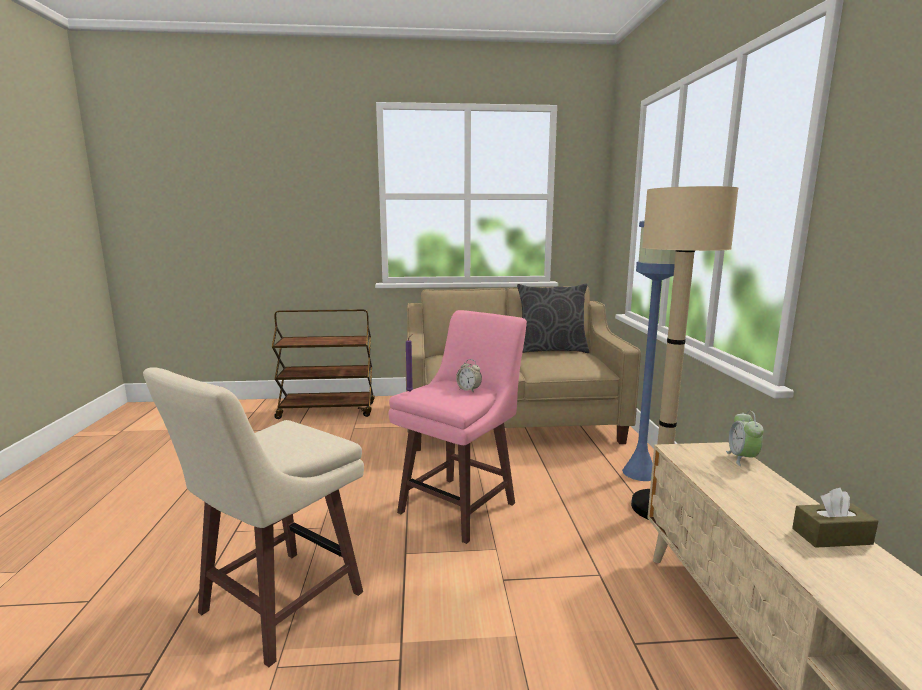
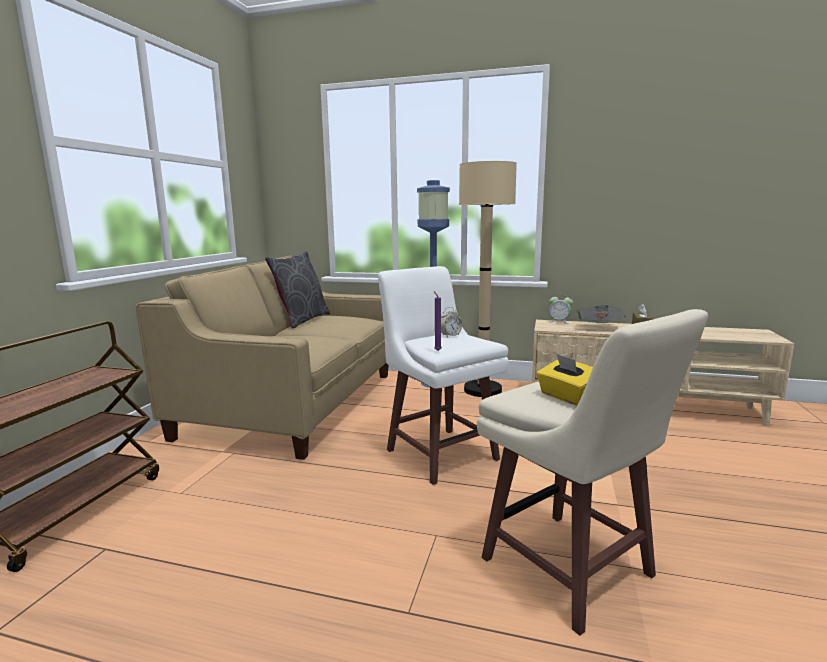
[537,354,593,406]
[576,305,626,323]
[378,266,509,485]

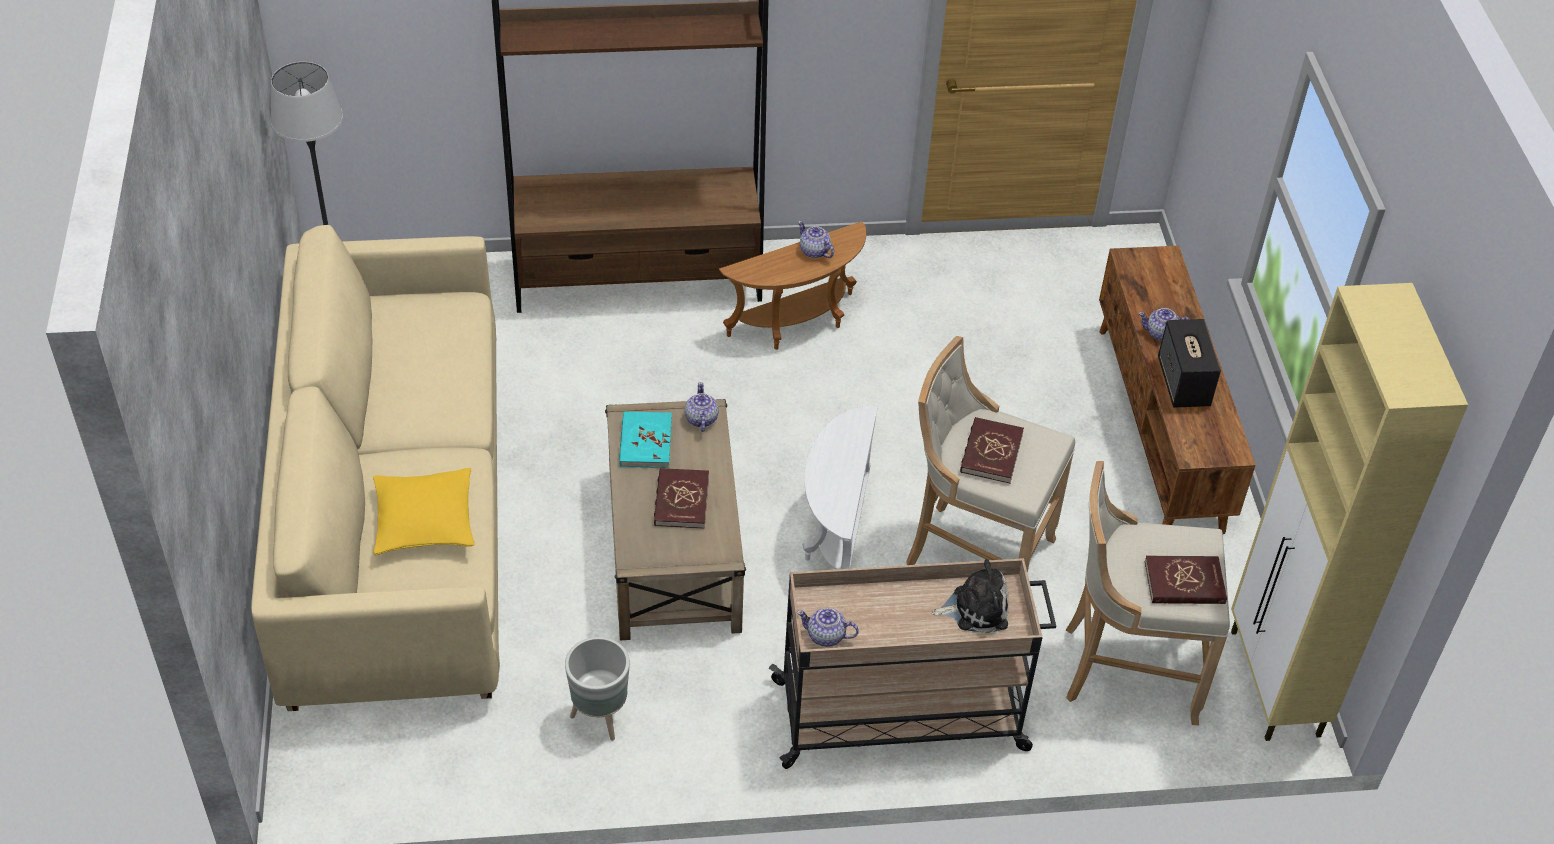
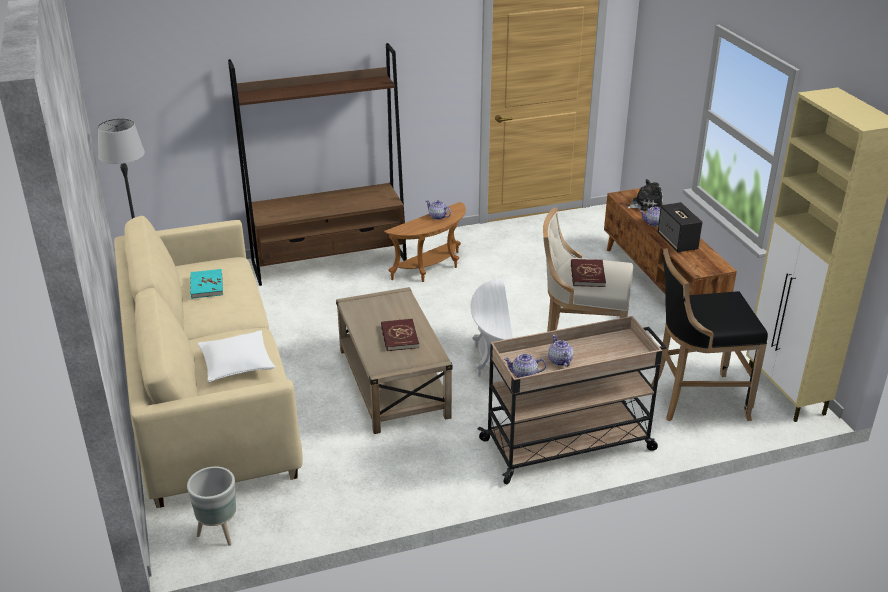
[1145,555,1227,604] (first image)
[187,466,236,546]
[190,269,223,298]
[548,335,574,367]
[627,179,663,211]
[197,330,275,382]
[651,248,768,421]

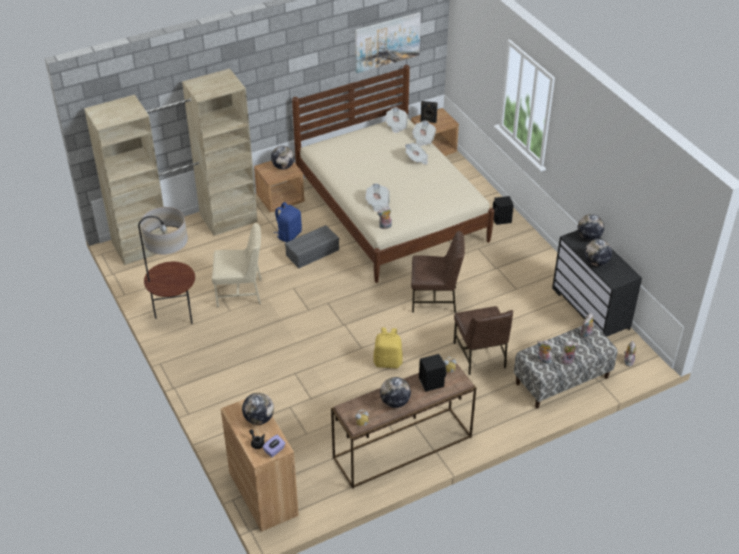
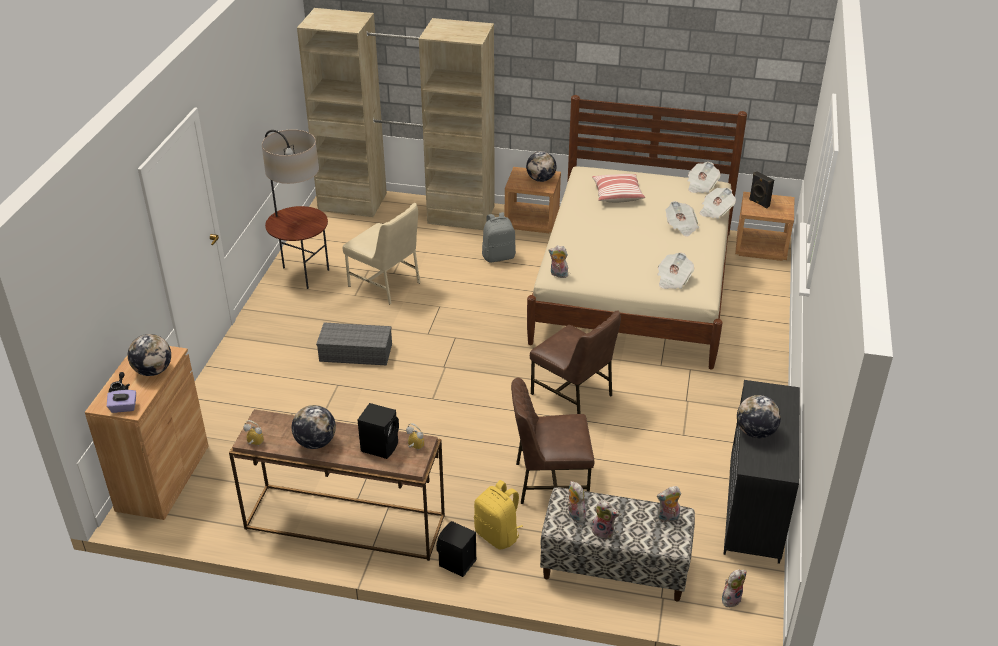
[355,12,421,73] (first image)
[578,214,604,241] (first image)
[592,174,645,203]
[316,323,392,366]
[657,252,694,289]
[474,480,523,549]
[436,521,476,577]
[482,212,516,263]
[511,377,594,504]

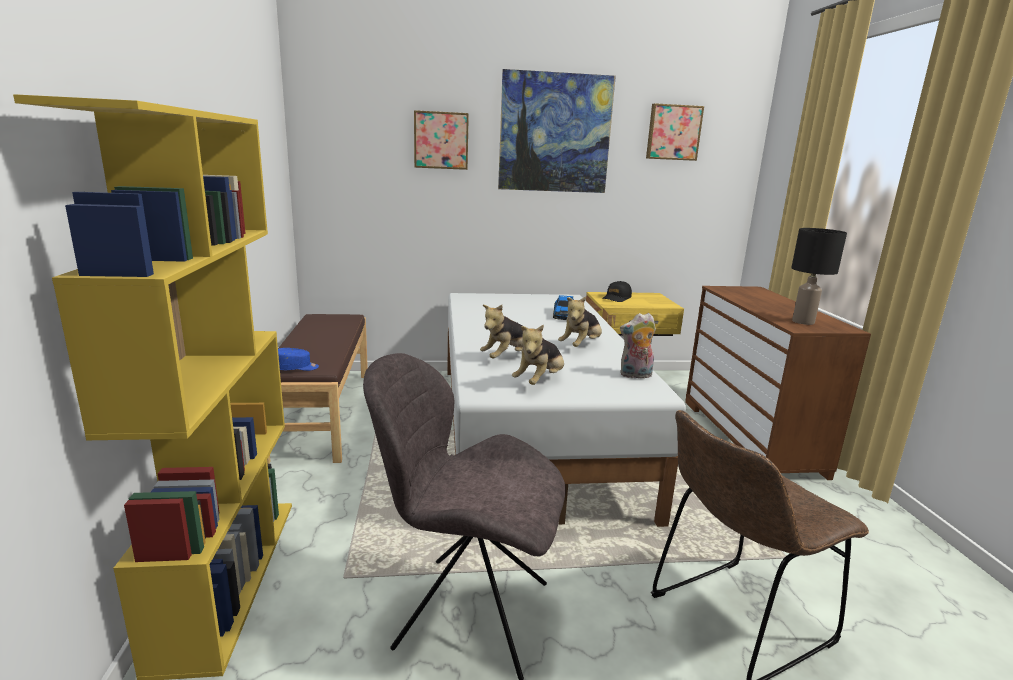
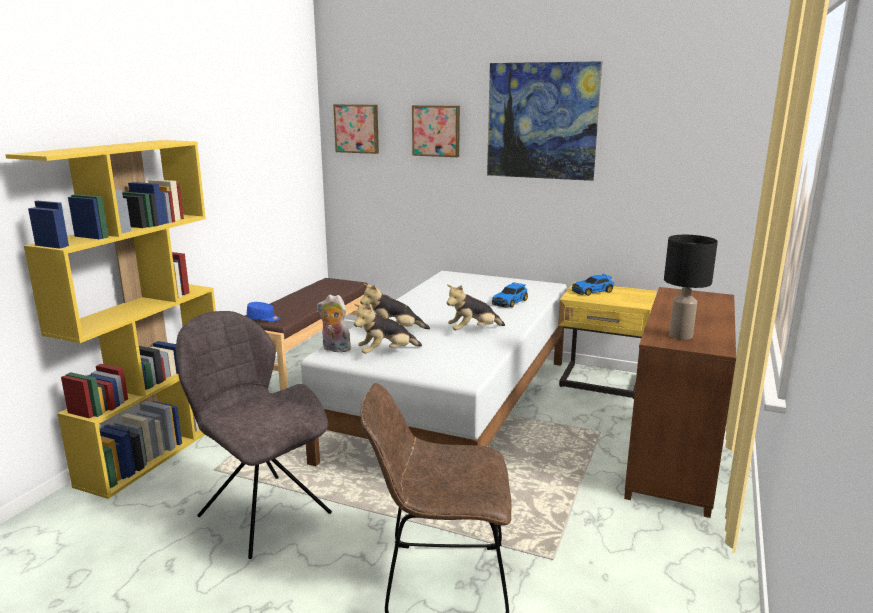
[317,294,351,352]
[333,104,379,154]
[572,274,614,296]

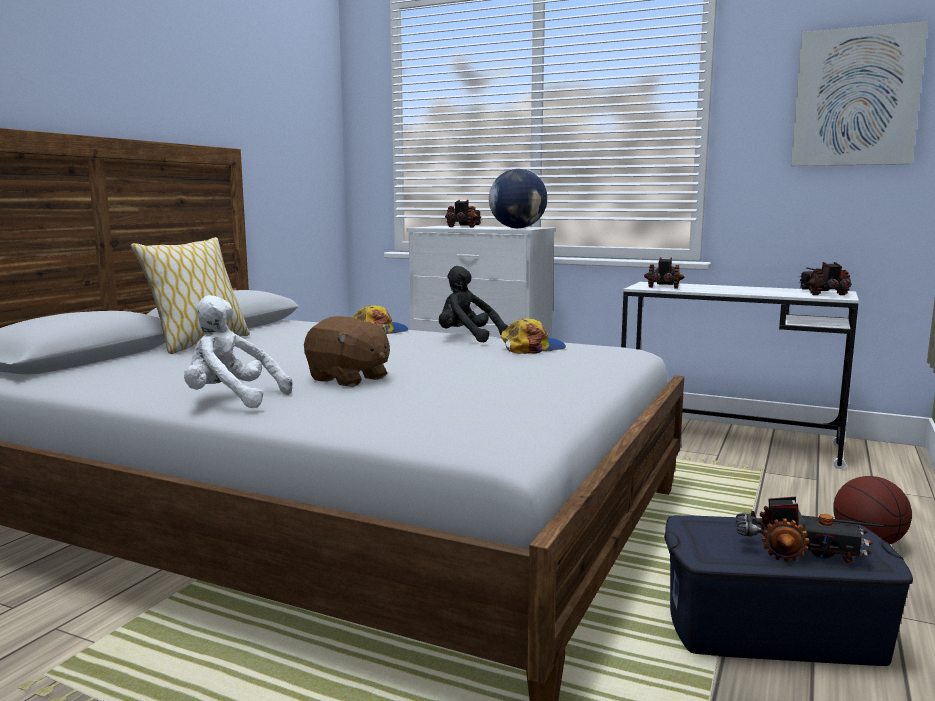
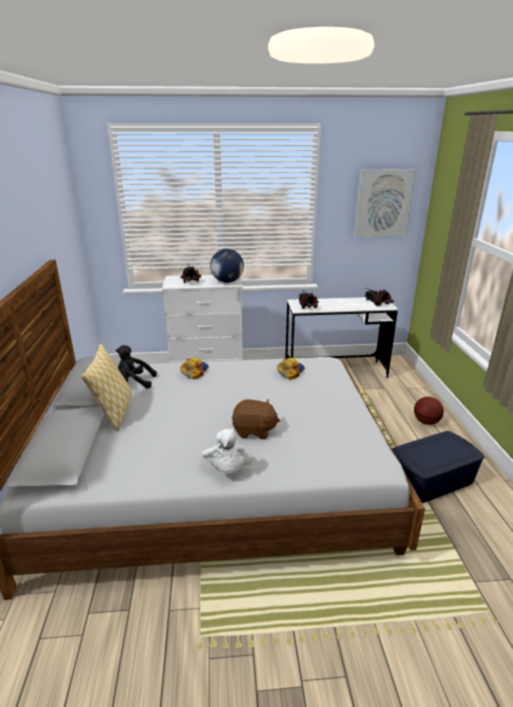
[736,497,884,564] (first image)
[116,345,157,389]
[202,429,254,474]

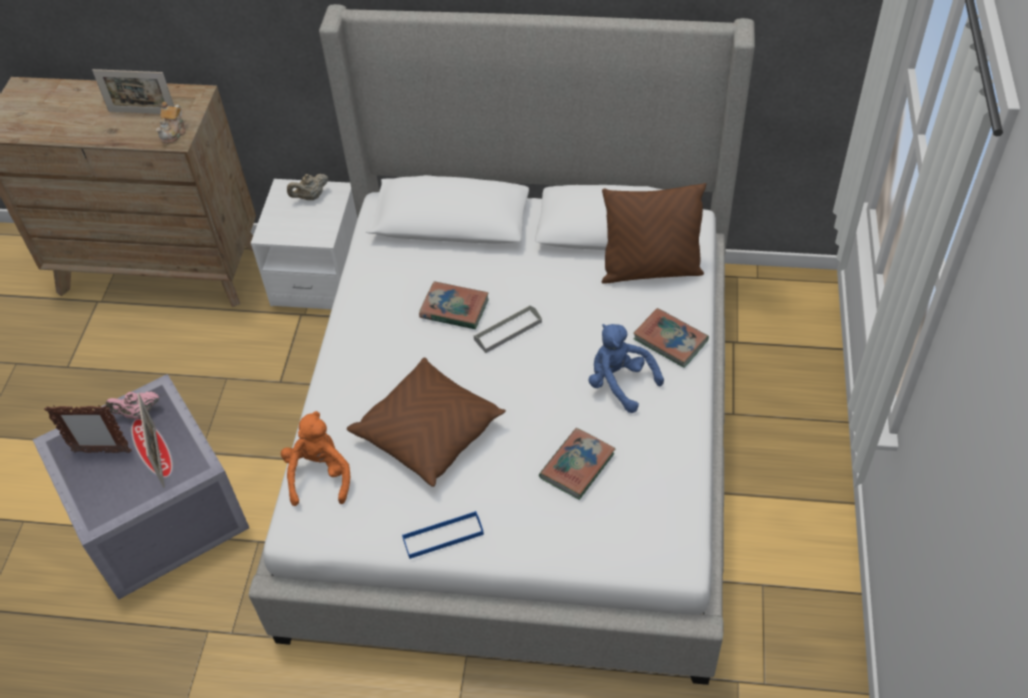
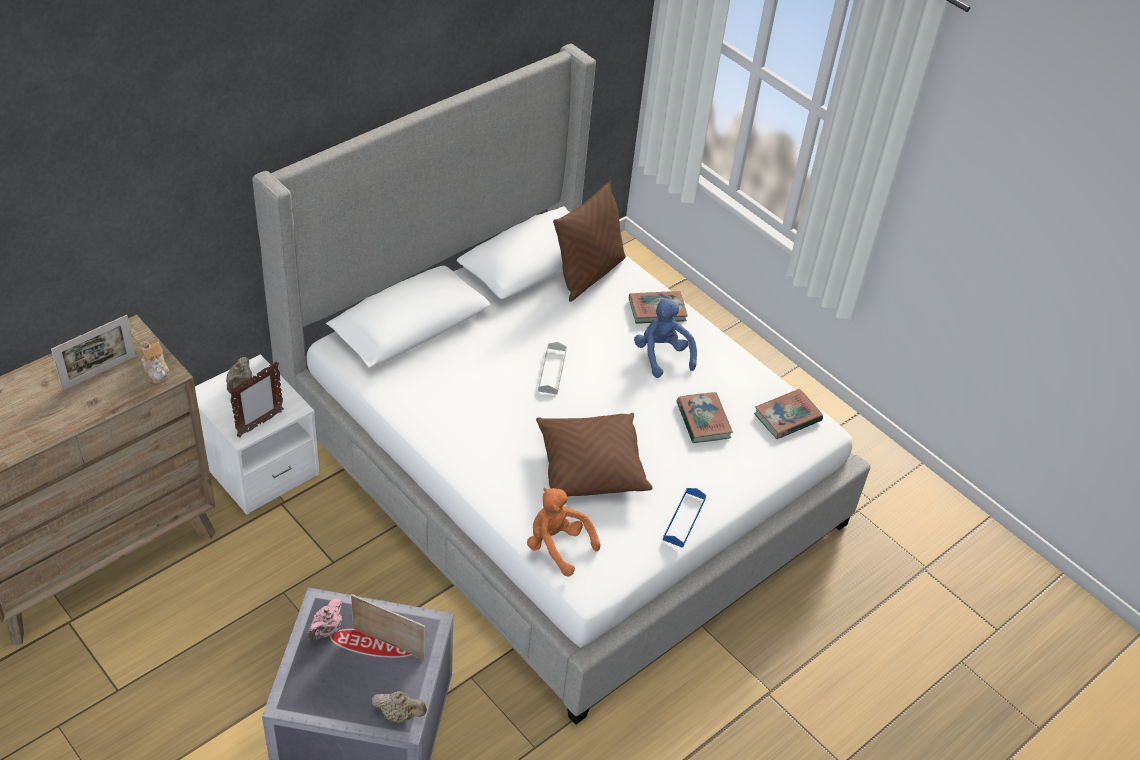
[372,691,427,723]
[229,362,284,437]
[754,389,823,439]
[634,298,697,378]

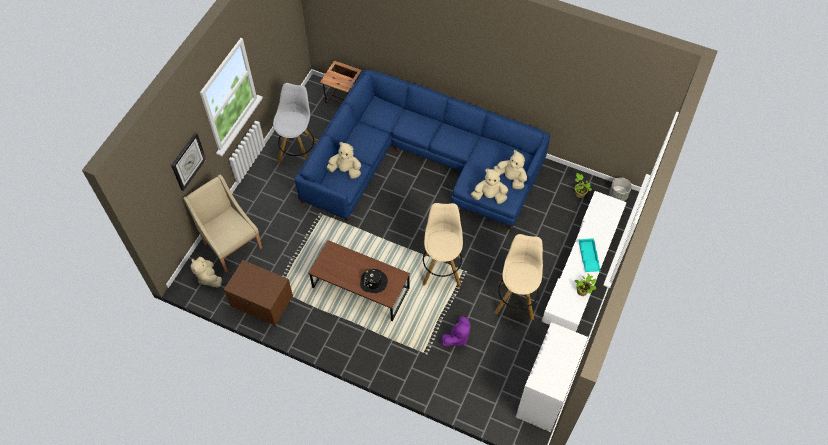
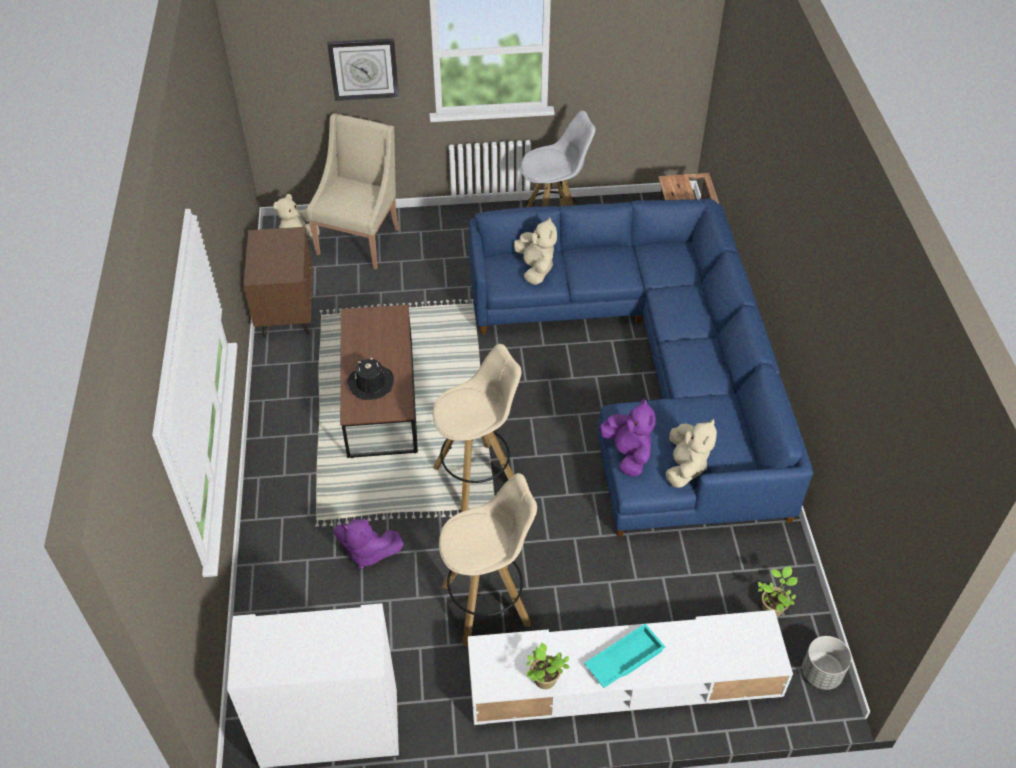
[600,398,656,477]

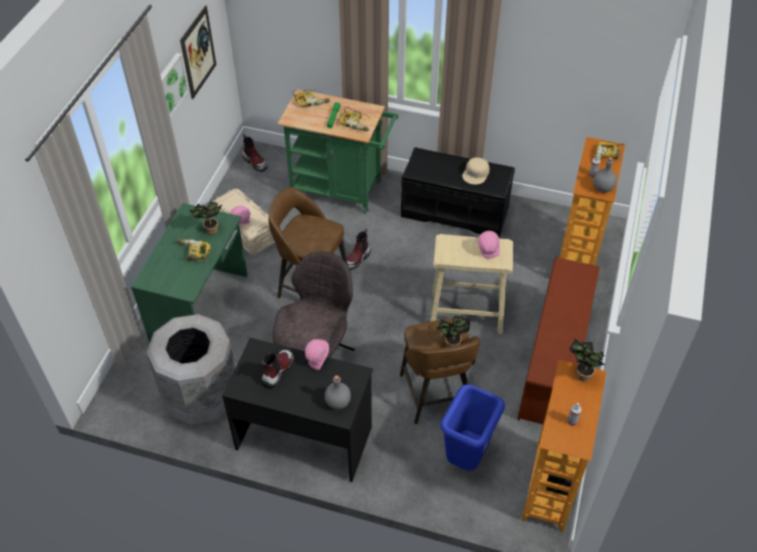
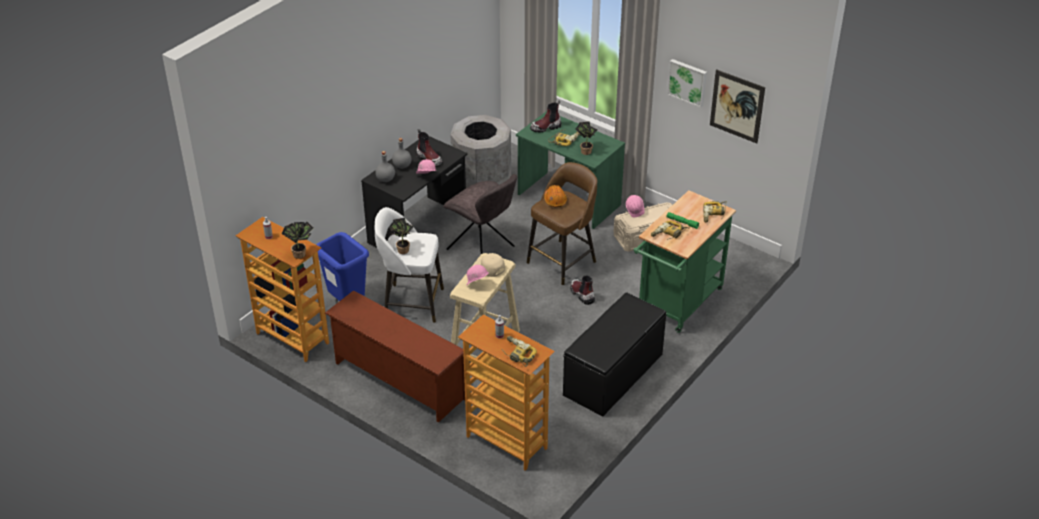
[544,185,567,208]
[530,100,561,133]
[475,253,505,277]
[392,138,412,169]
[375,207,444,323]

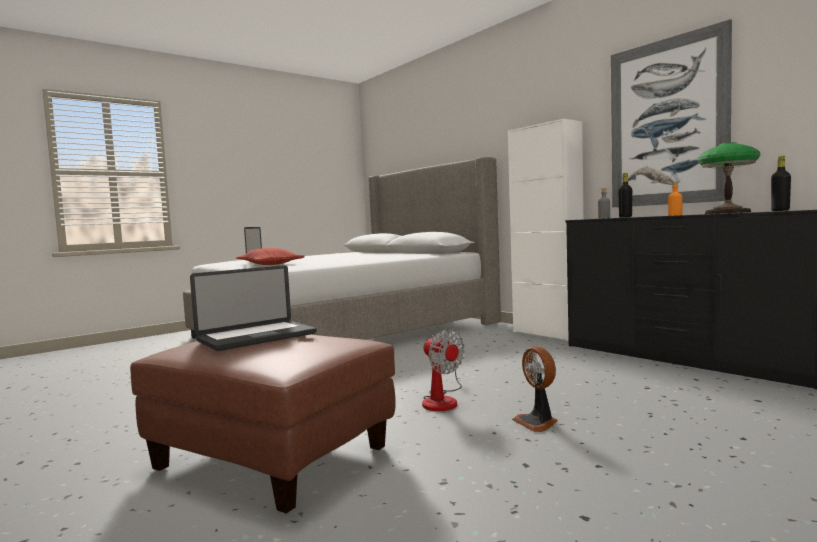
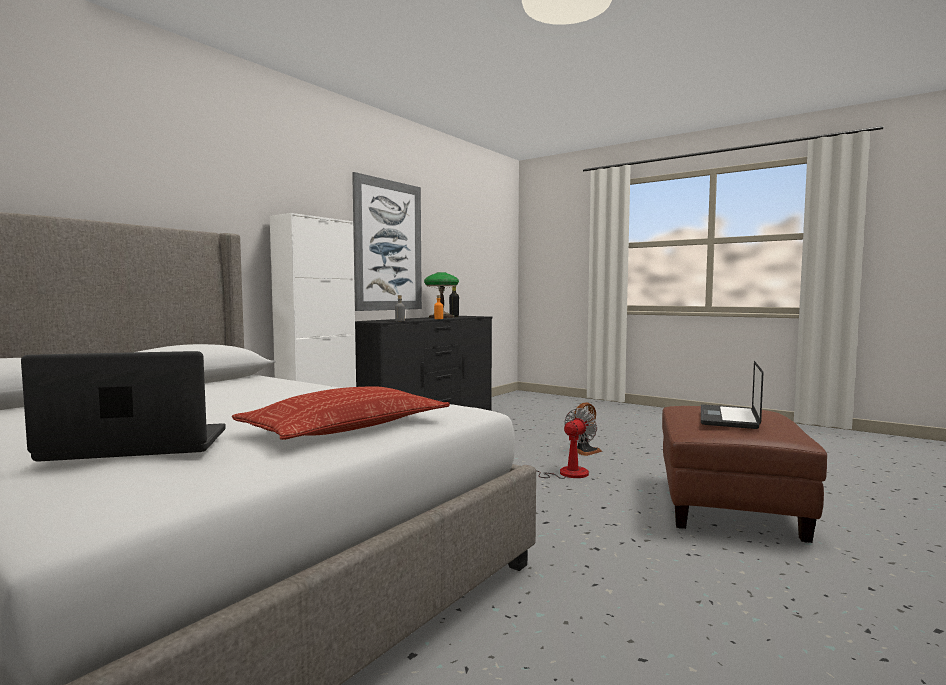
[618,173,632,218] (first image)
[701,361,763,429]

